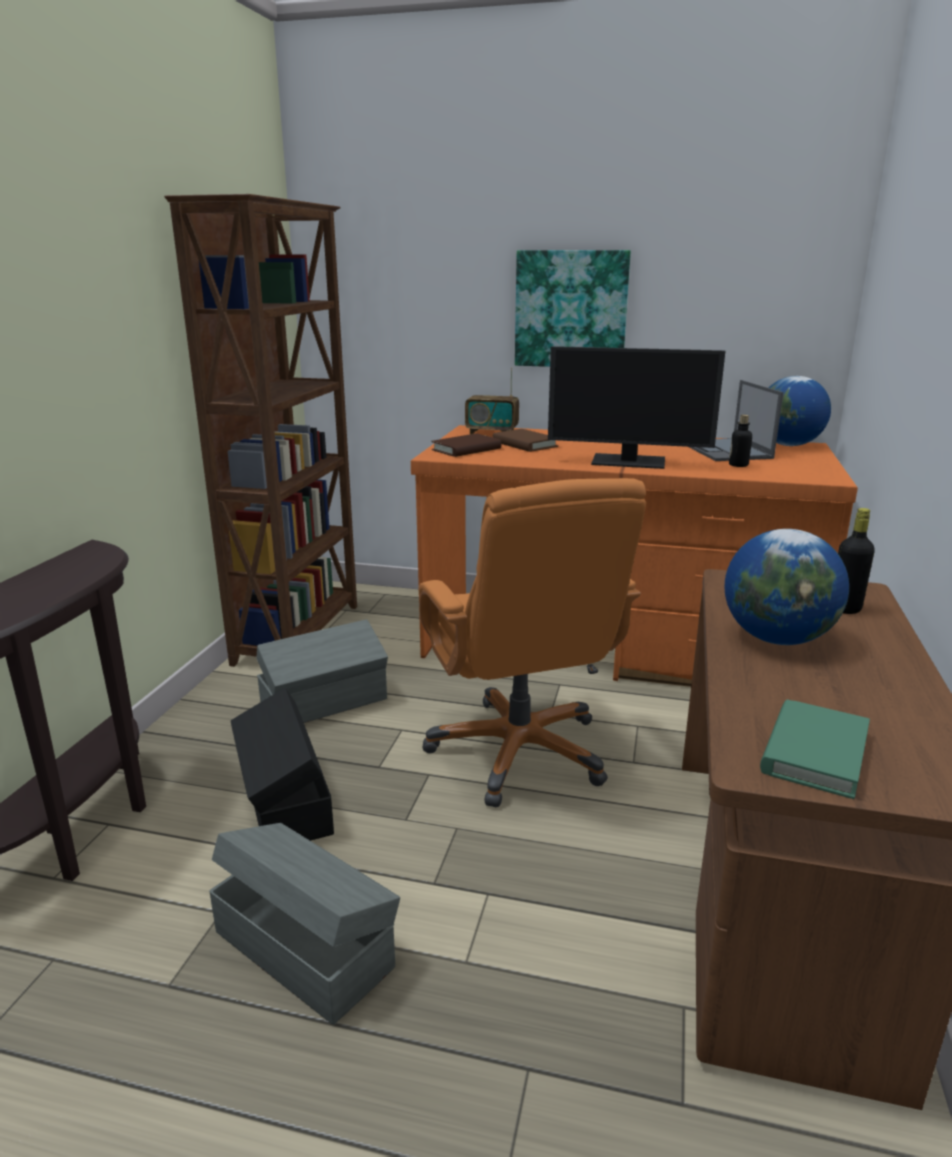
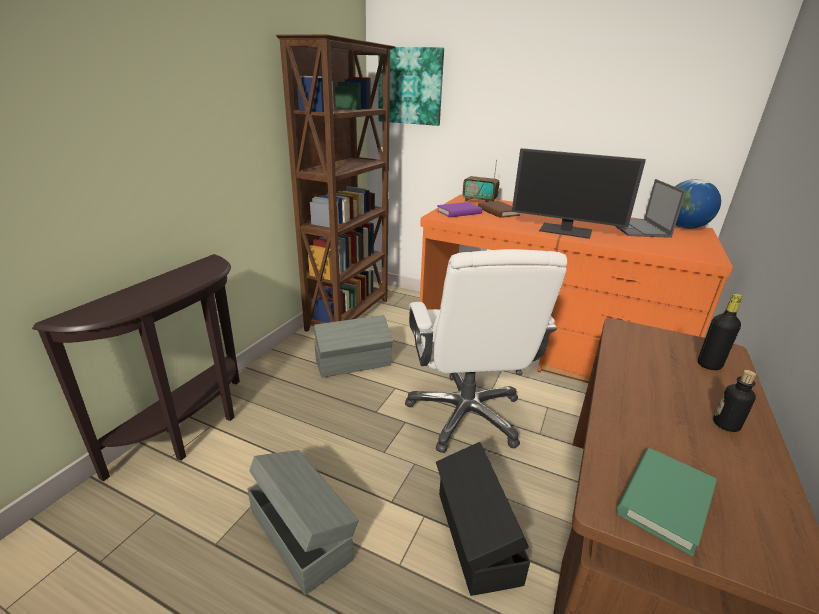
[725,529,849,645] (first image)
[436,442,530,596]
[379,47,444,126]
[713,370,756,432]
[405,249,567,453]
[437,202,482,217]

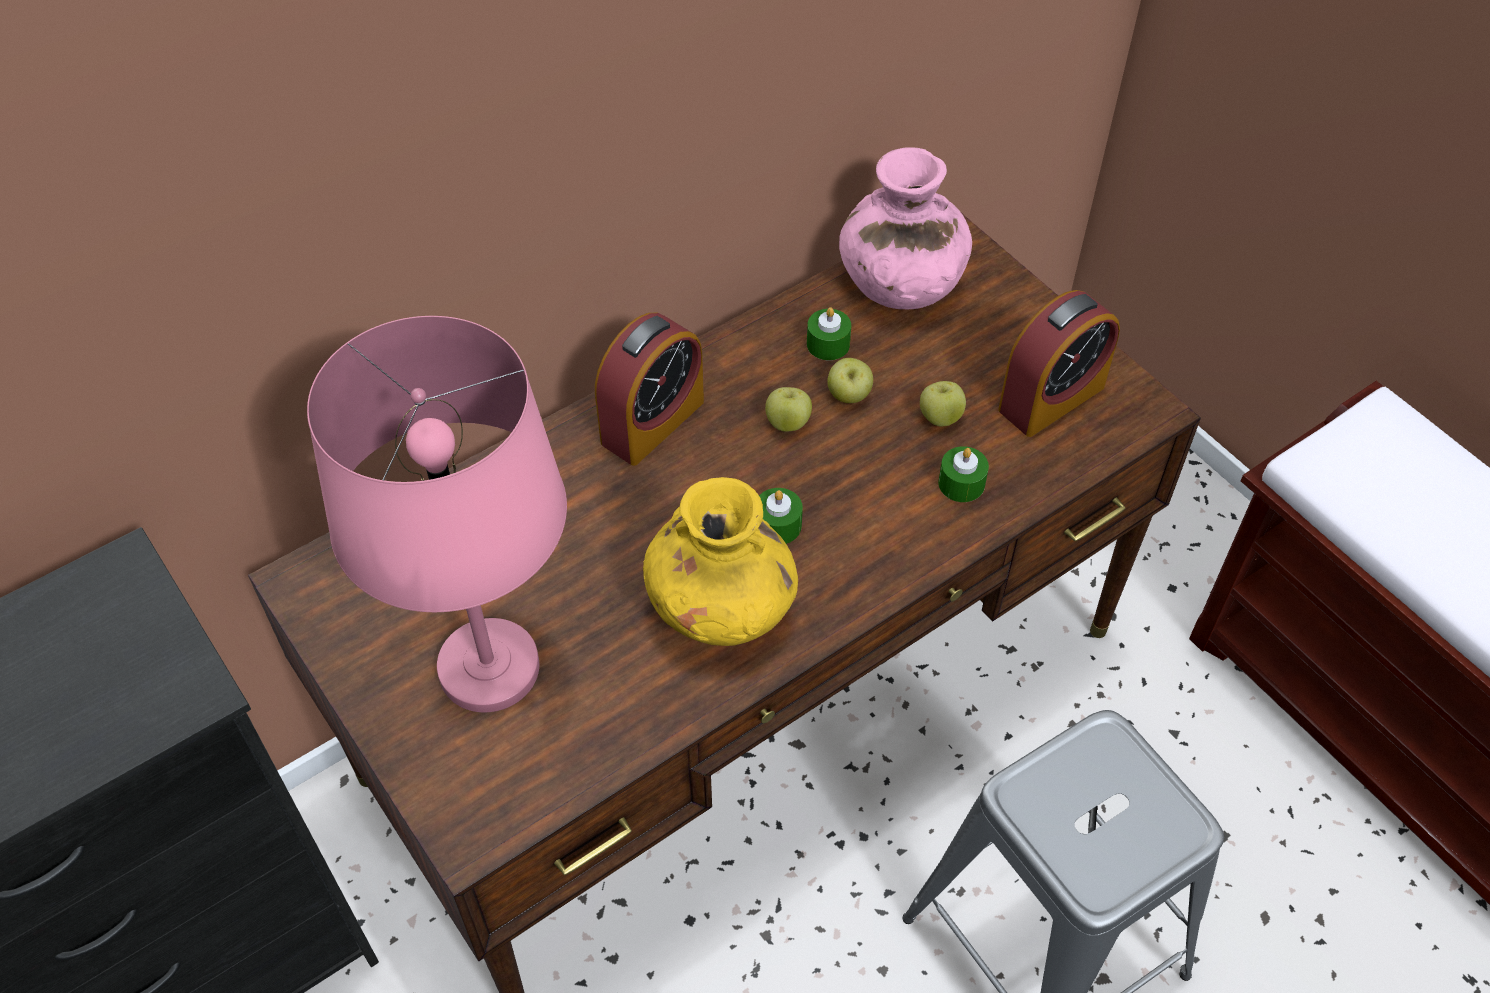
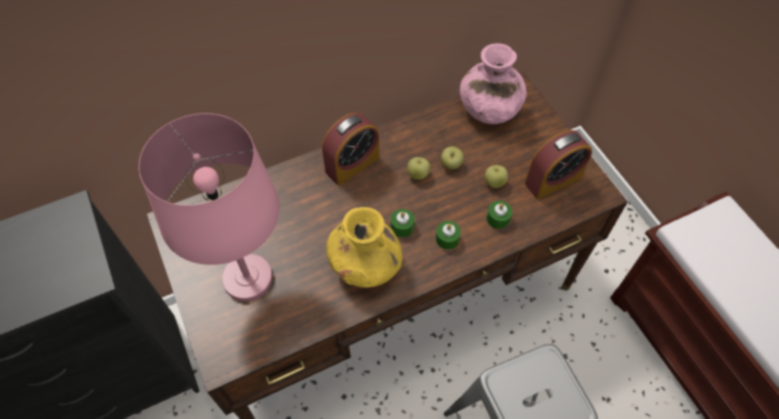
[436,221,461,250]

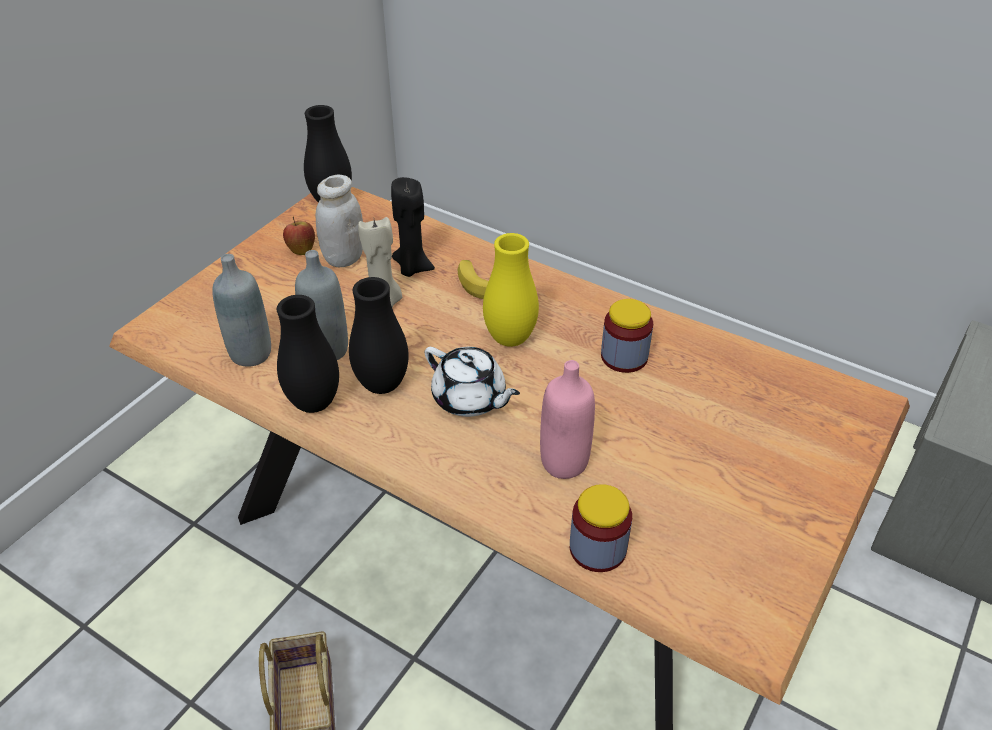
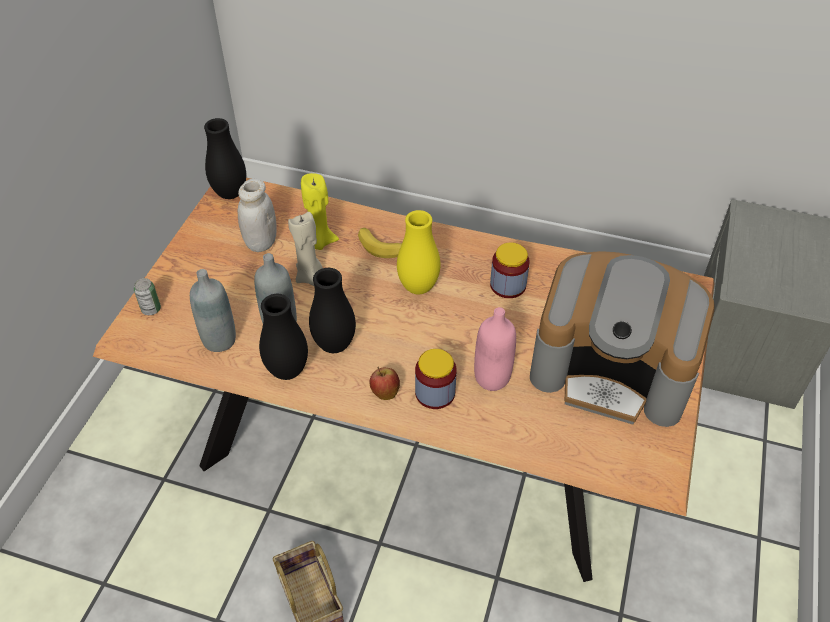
[425,347,520,417] (first image)
[134,278,161,315]
[530,251,715,427]
[369,367,400,400]
[415,349,457,409]
[301,173,339,250]

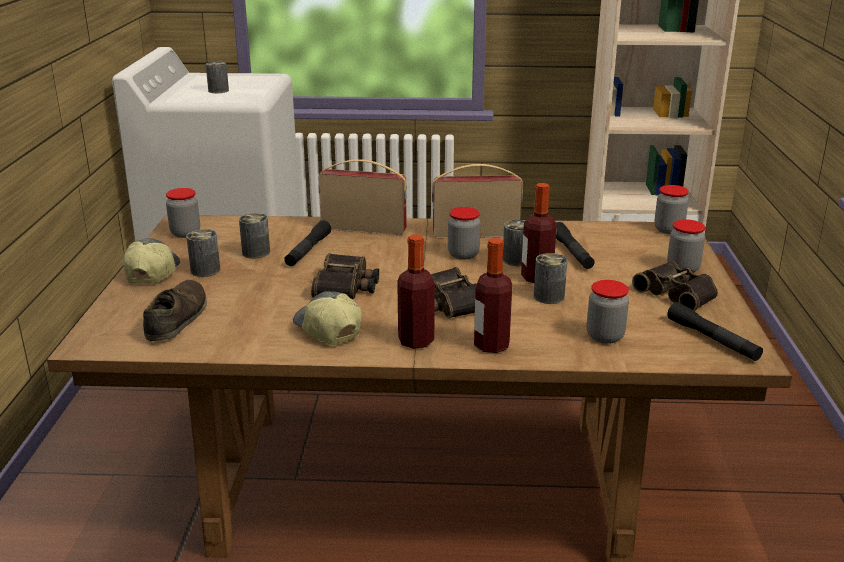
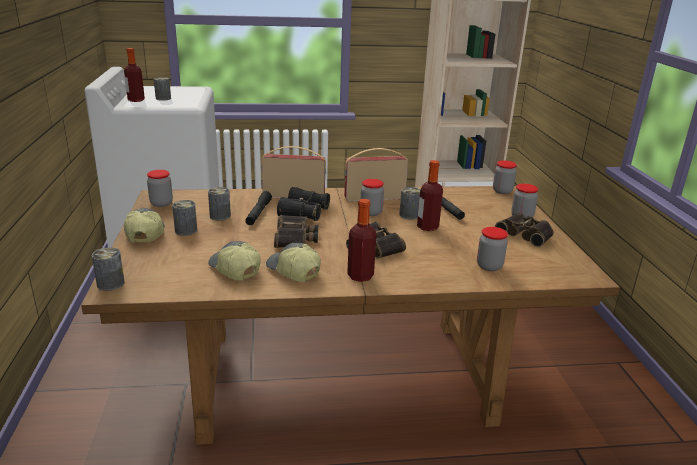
[143,280,207,341] (first image)
[667,302,763,361] (first image)
[208,241,261,281]
[277,187,330,221]
[124,48,145,102]
[92,247,125,291]

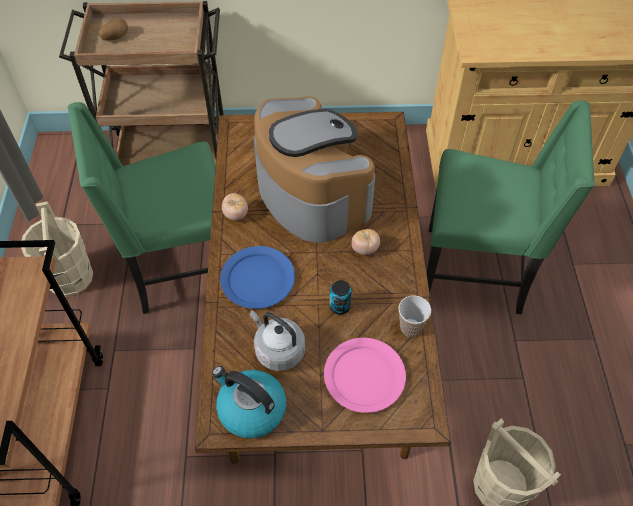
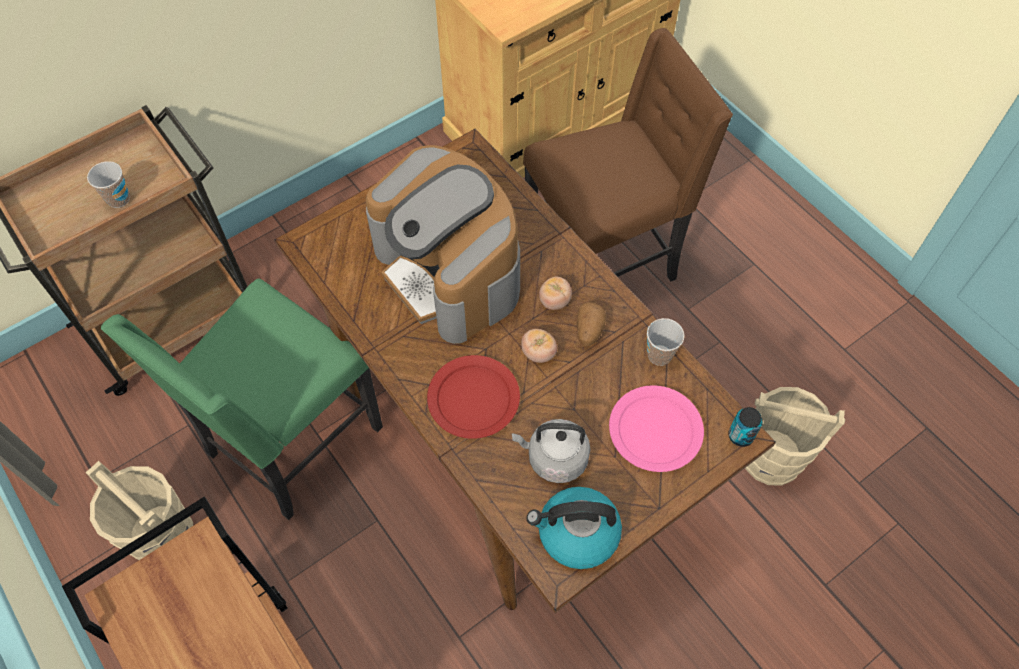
[87,161,130,208]
[577,302,606,346]
[521,329,557,363]
[728,407,763,447]
[427,355,520,439]
[523,28,733,281]
[366,145,520,344]

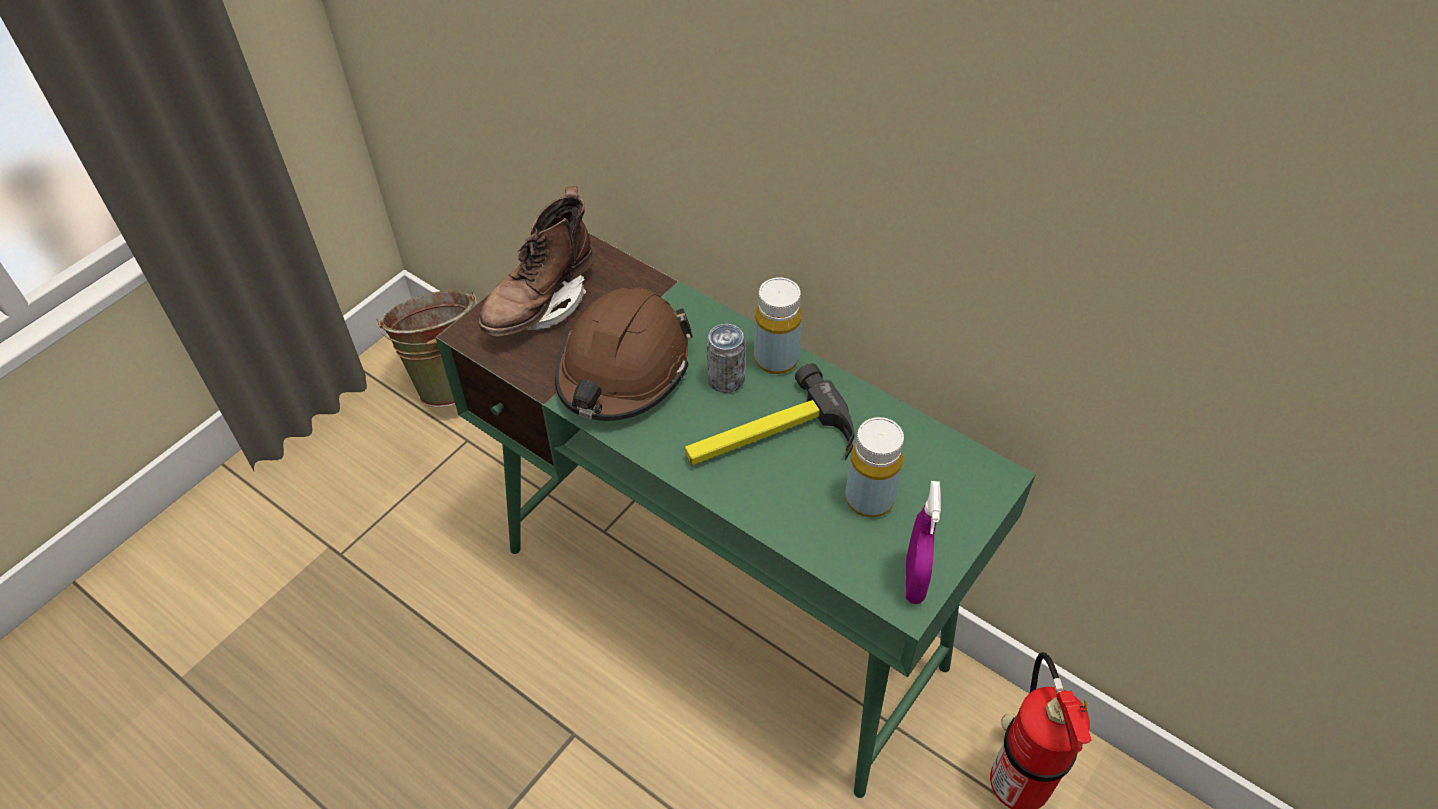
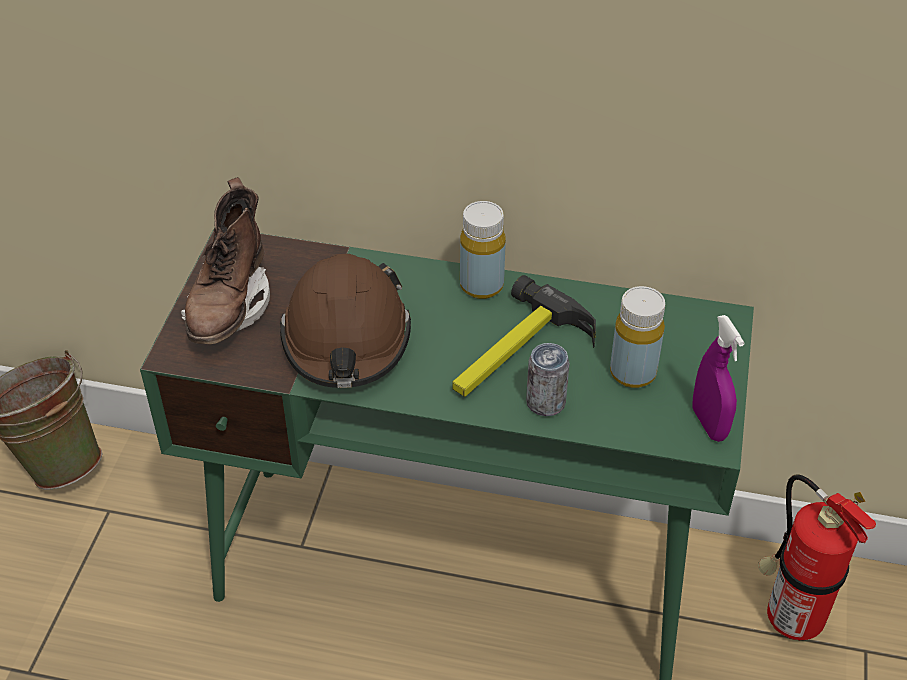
[526,343,570,416]

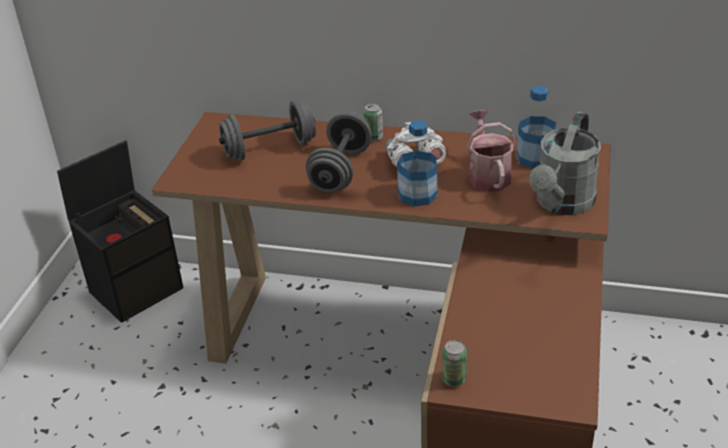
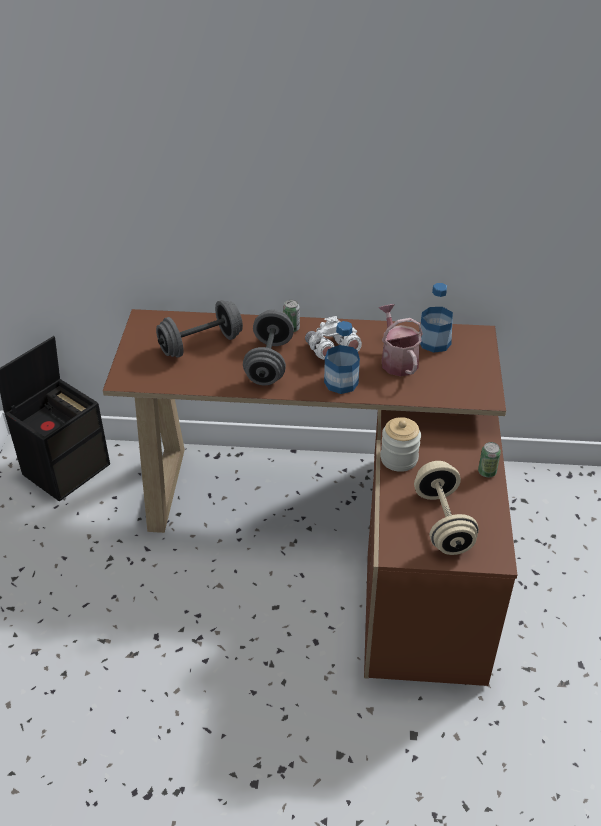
[529,112,601,215] (first image)
[380,417,421,472]
[414,461,479,555]
[478,442,501,477]

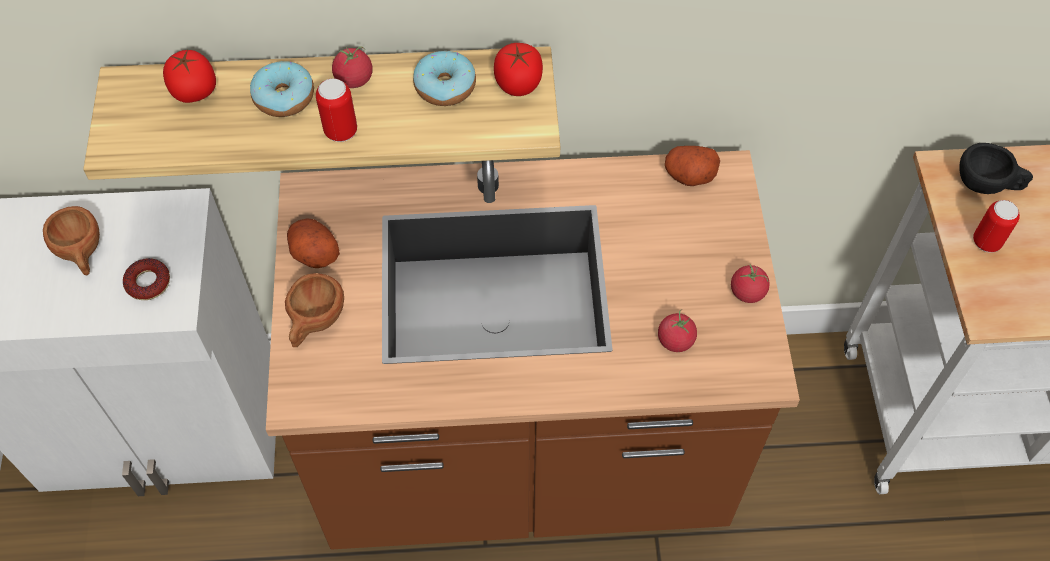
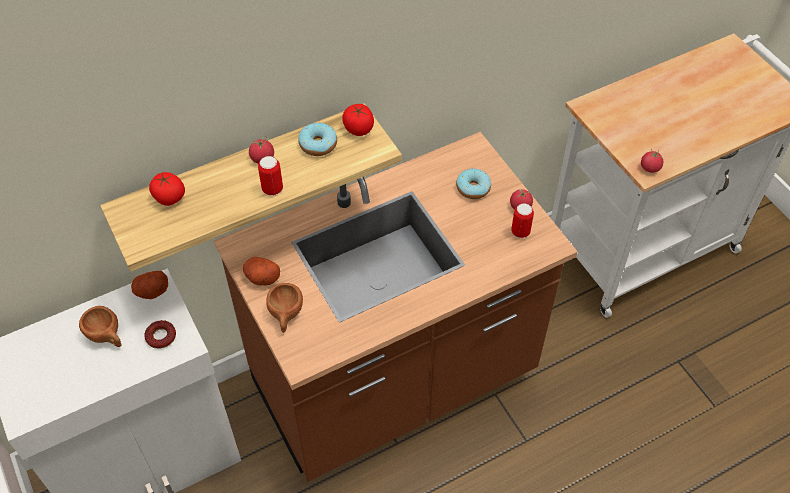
[959,143,1033,194] (first image)
[456,168,491,199]
[641,149,663,173]
[131,271,168,299]
[511,203,534,238]

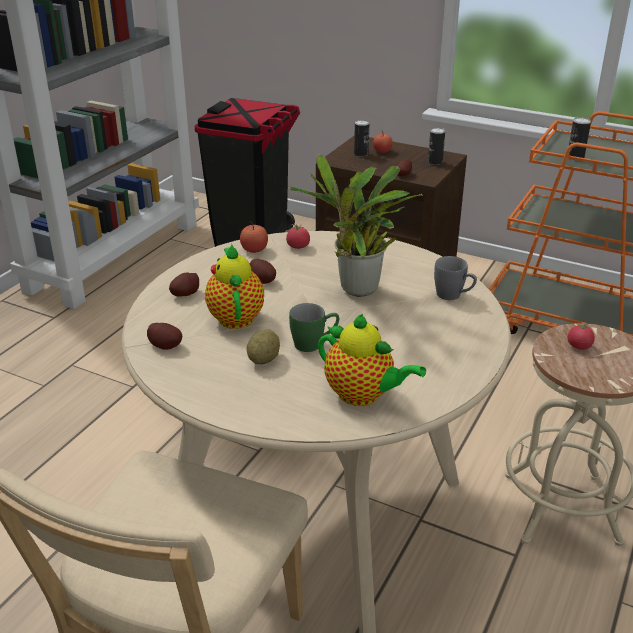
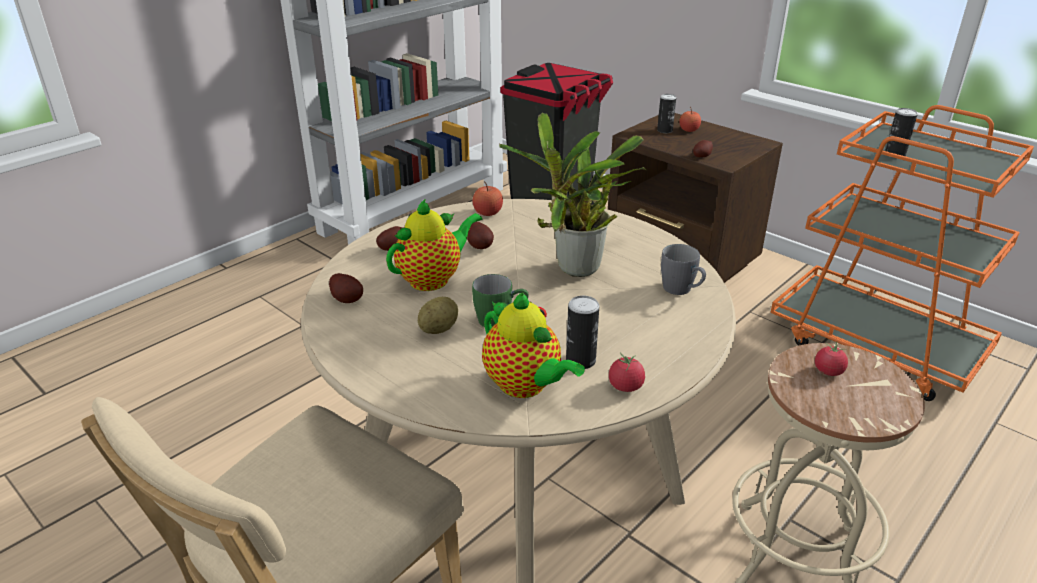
[609,353,645,392]
[566,296,599,369]
[386,198,482,291]

